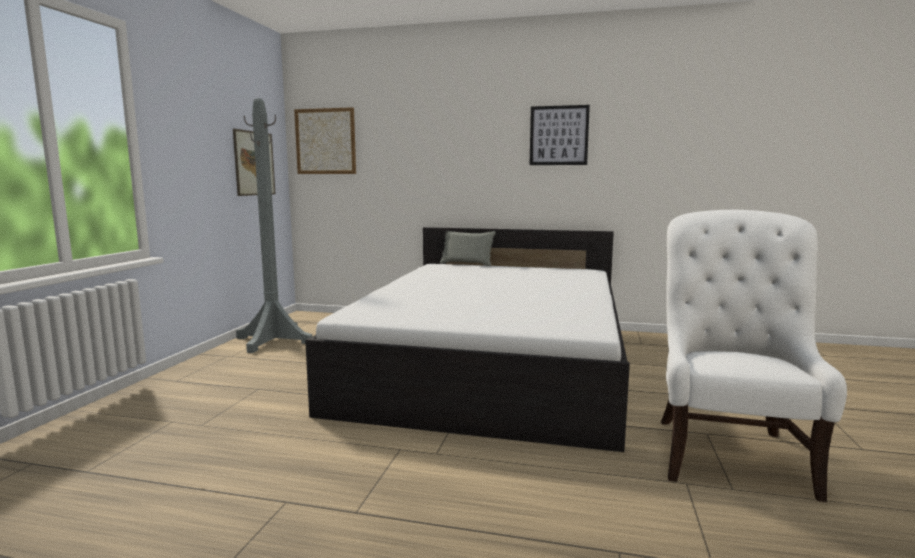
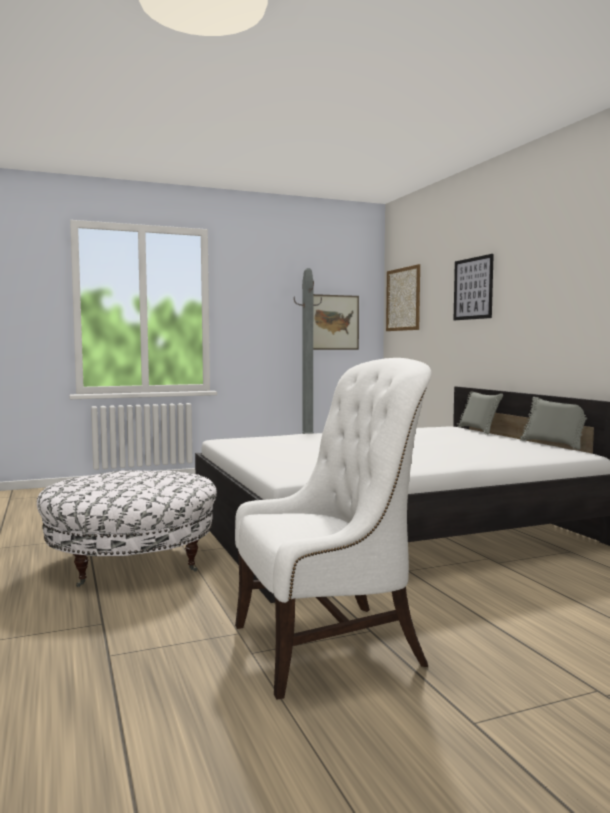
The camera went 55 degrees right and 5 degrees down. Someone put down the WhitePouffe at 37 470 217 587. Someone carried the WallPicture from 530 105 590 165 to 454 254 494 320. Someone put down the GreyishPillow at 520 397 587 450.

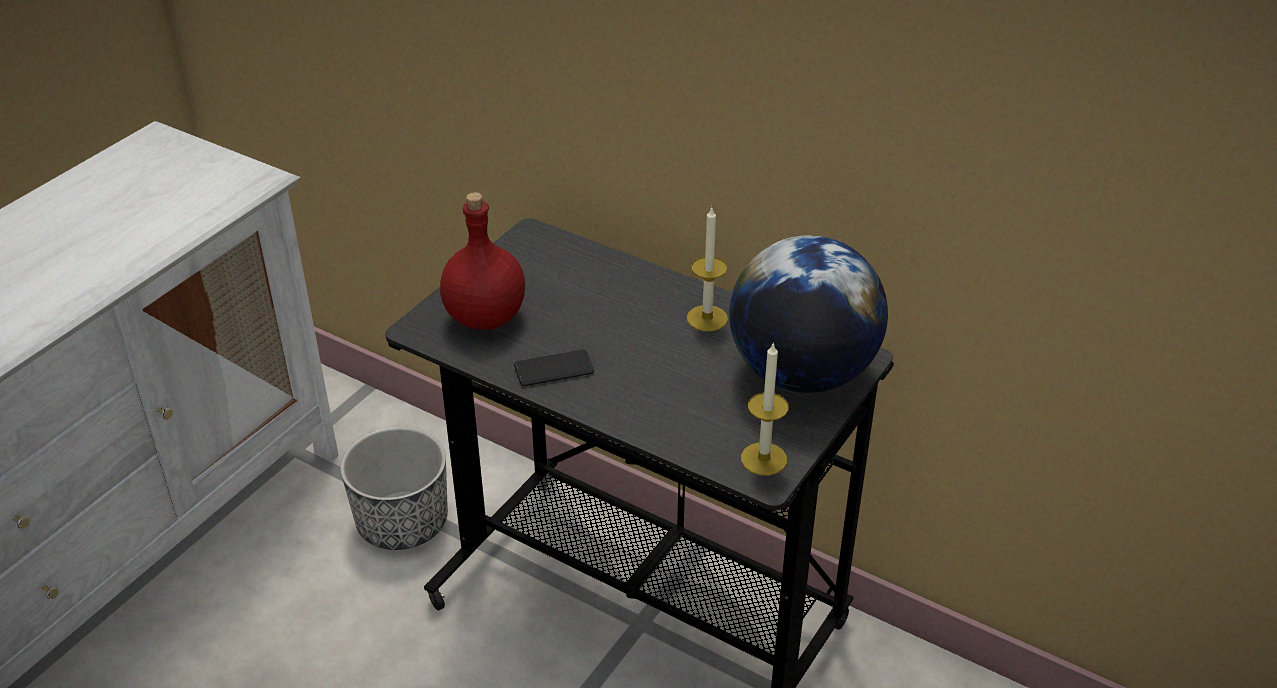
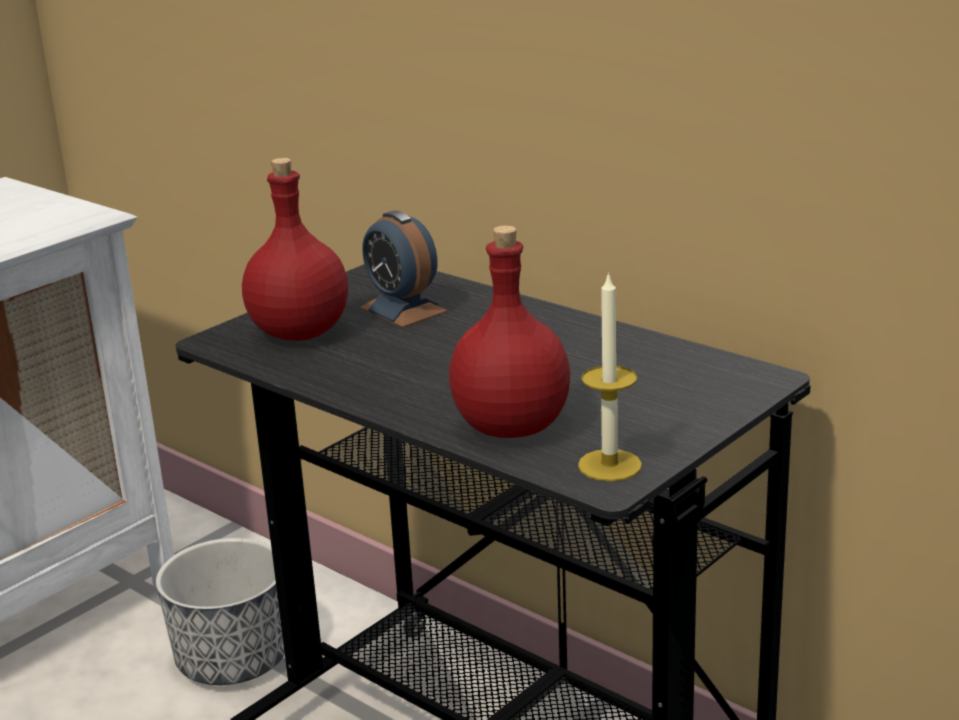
The camera went 10 degrees right and 15 degrees down. Someone put down the AlarmClock at 360 211 448 328. Someone put down the RedColouredBeverageBottle at 449 225 571 438. Someone took away the Telephone at 514 349 594 386. Someone took away the WaxLight at 687 206 728 331. Someone took away the Globe at 729 235 888 393.

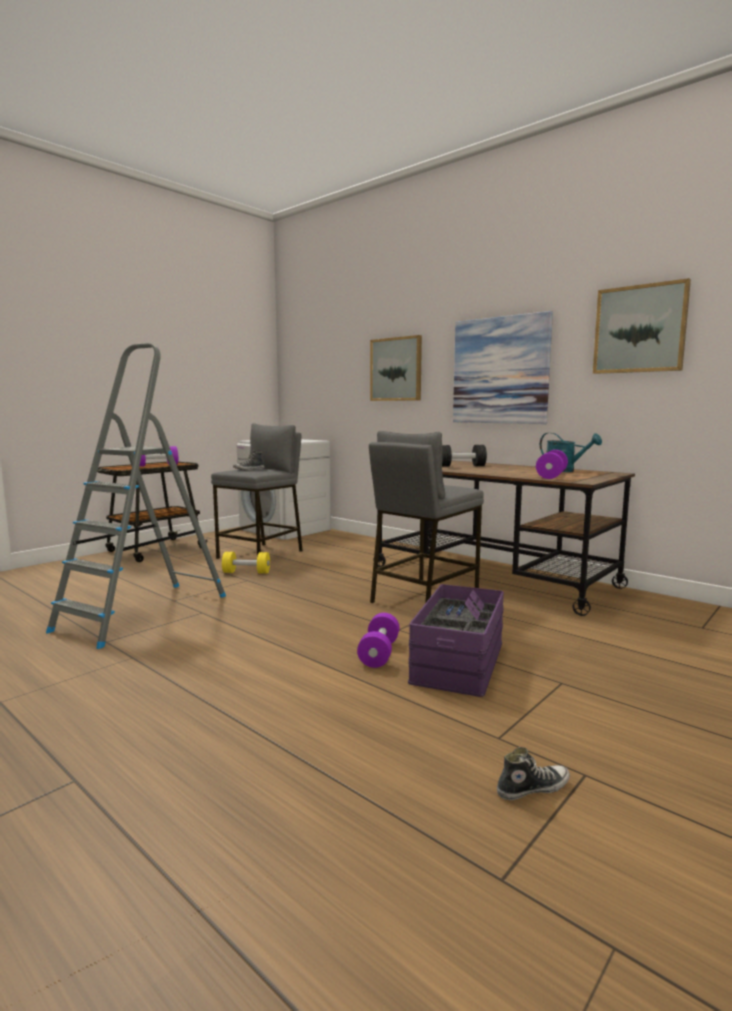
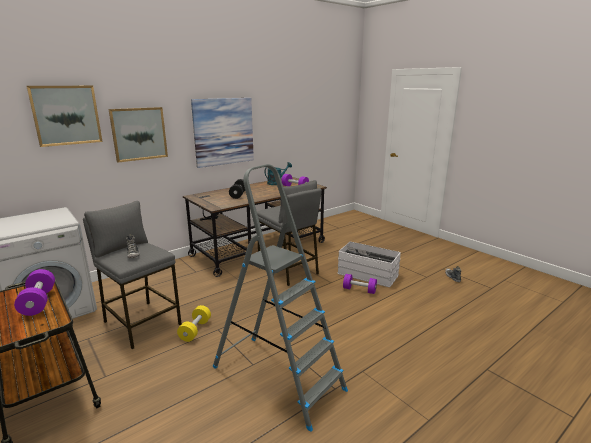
The camera went 80 degrees left and 10 degrees up. Someone carried the WallPicture from 593 278 691 374 to 26 86 103 147. Someone repainted the PurplishStorageContainer at 408 584 504 697, which became the WhiteStorageContainer at 337 242 401 287.

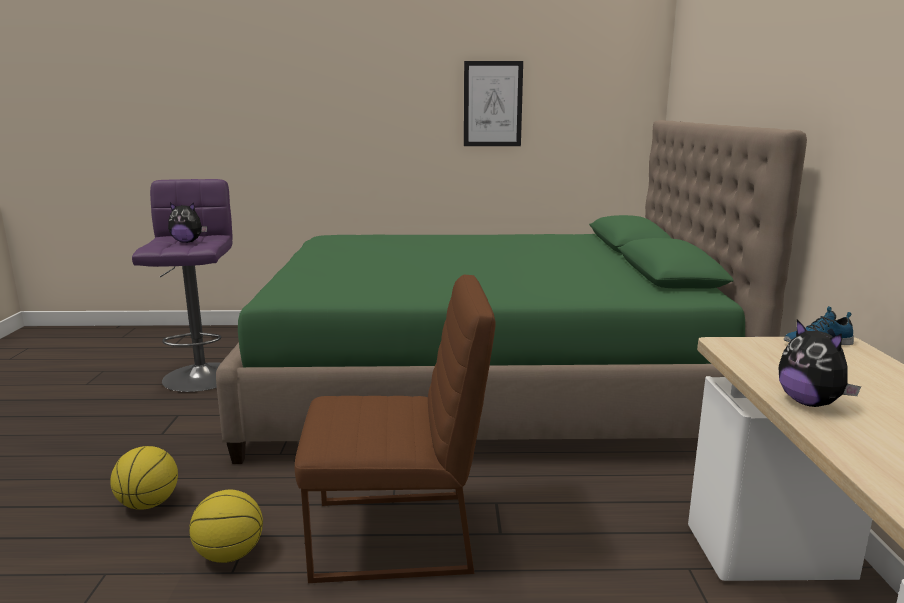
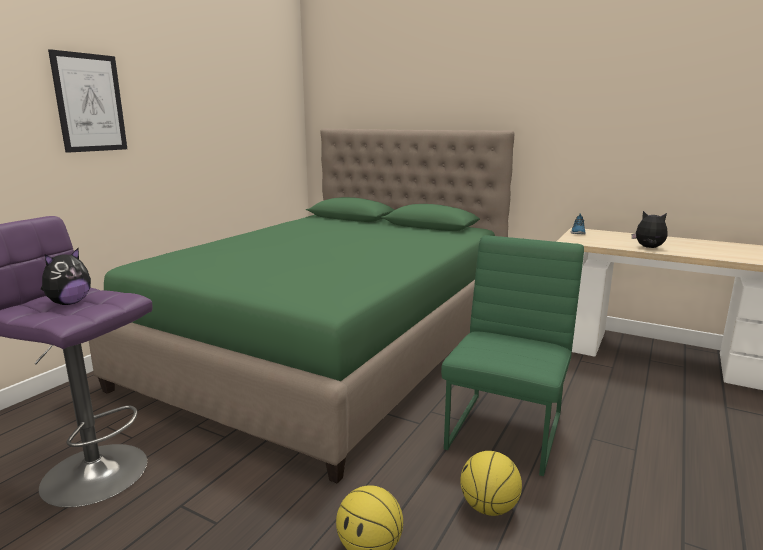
The camera went 60 degrees left and 0 degrees up. Someone carried the WallPicture from 464 61 523 146 to 48 49 127 153. Someone repainted the BrownUprightChair at 295 275 496 583, which became the GreenUprightChair at 441 236 584 476. Someone rotated the PlushToy at 779 319 861 407 by 150 degrees counterclockwise.

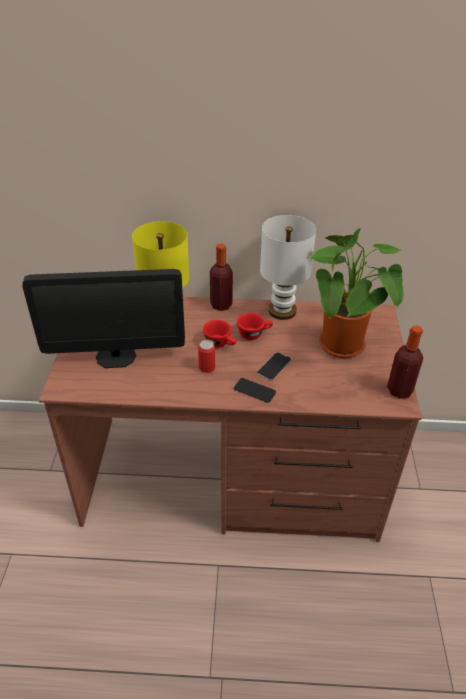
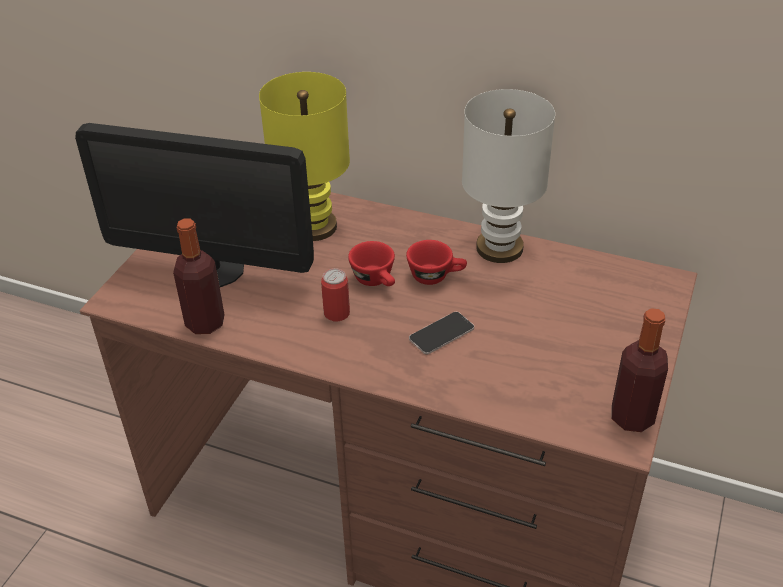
The camera went 20 degrees right and 0 degrees up. Someone carried the BeverageBottle from 210 244 233 311 to 173 218 224 334. Someone took away the Telephone at 234 378 276 403. Someone took away the PlantInAPot at 307 228 404 358.

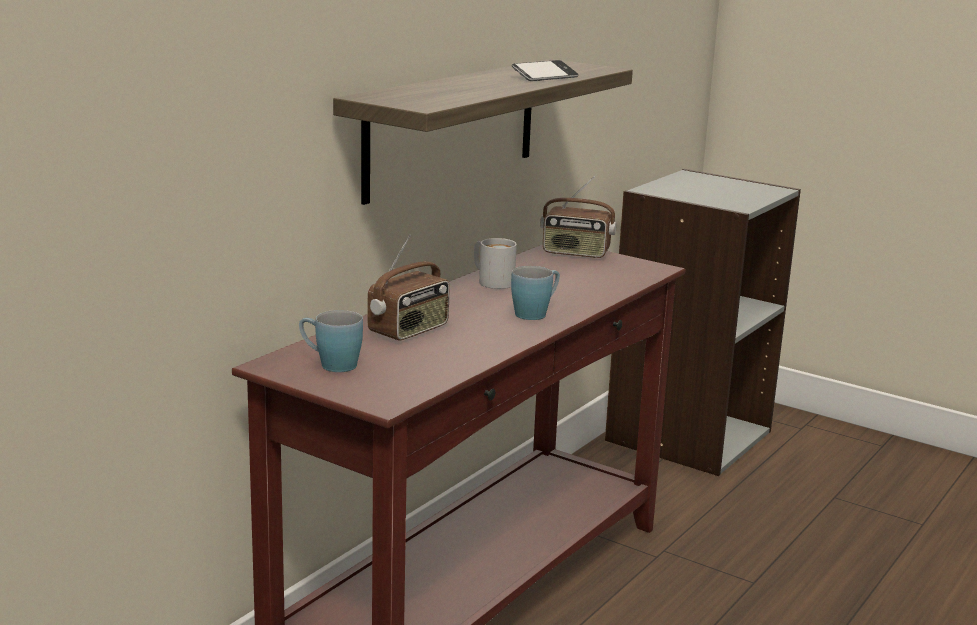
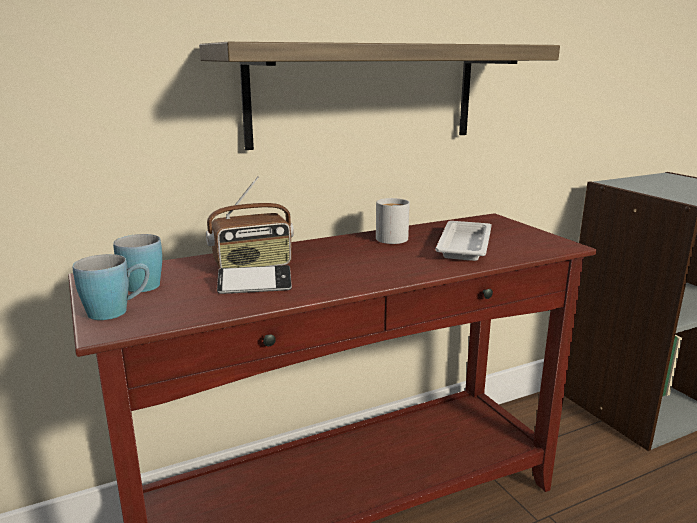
The camera went 30 degrees right and 0 degrees up. Someone carried the BluishCoffeeMug from 511 266 560 320 to 73 254 149 320. Someone carried the Telephone from 512 60 578 81 to 217 265 292 294. Someone put down the WhiteTray at 435 221 492 261. Someone took away the RadioReceiver at 540 176 616 258.

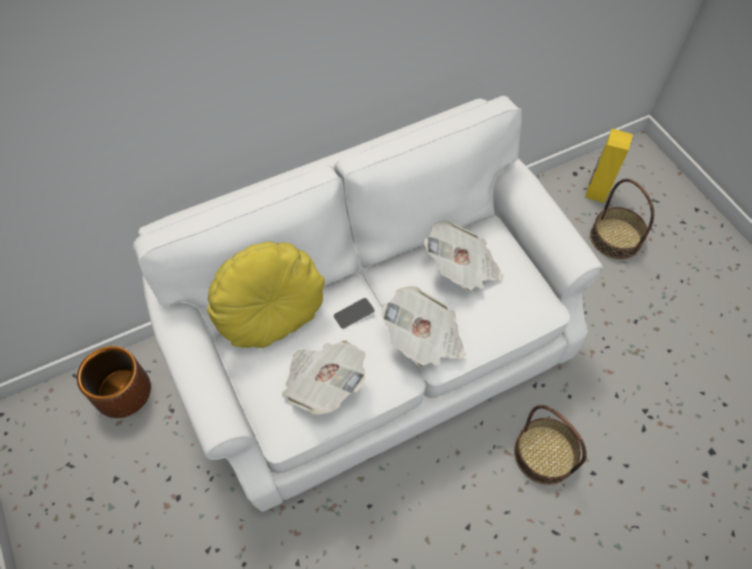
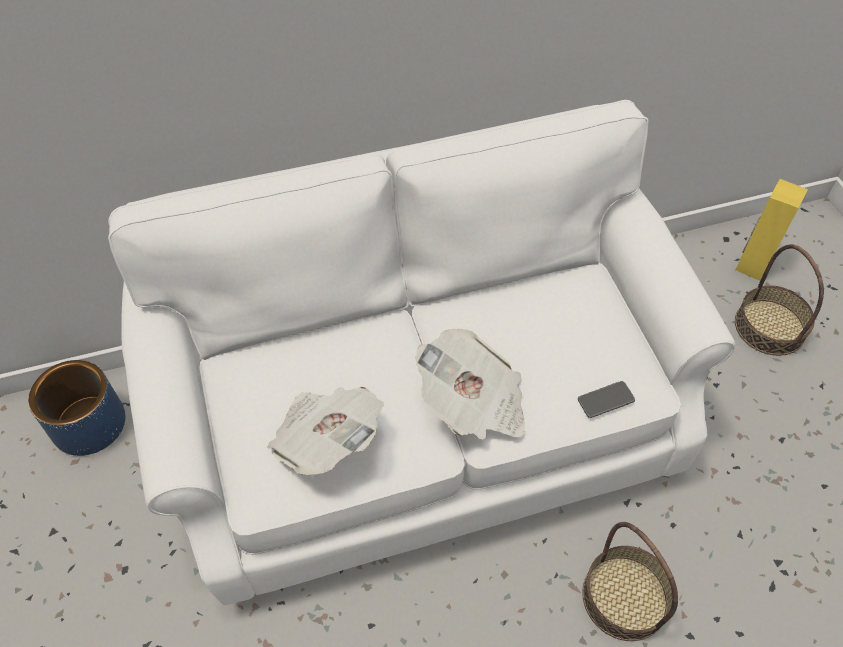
The camera went 10 degrees right and 5 degrees down. Someone repainted the BrownFlowerPot at 77 346 151 418, which became the BluishFlowerPot at 28 360 125 456. Someone carried the Telephone from 334 298 374 329 to 578 381 635 418. Someone took away the YellowPillow at 207 242 325 348. Someone took away the PrintedPaper at 424 221 503 291.

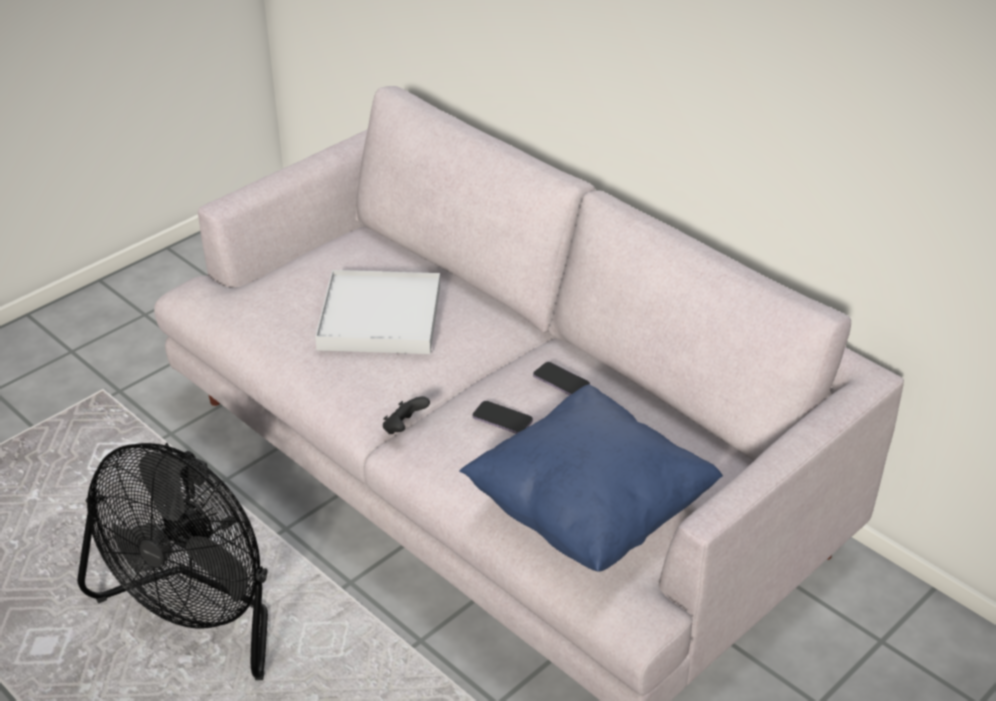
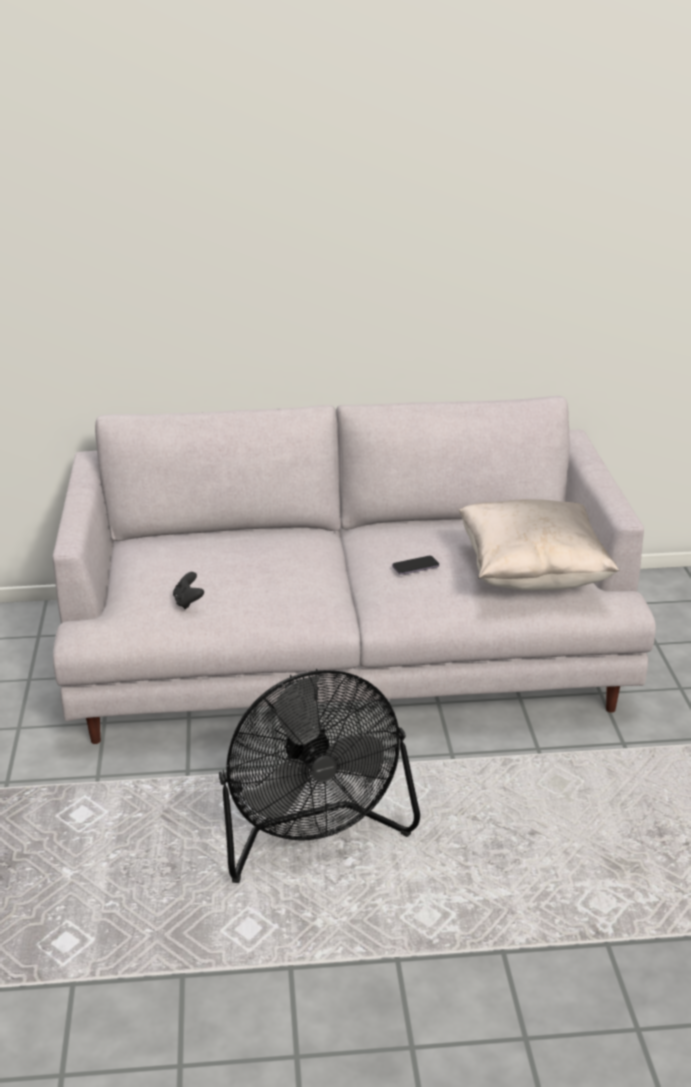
The camera went 50 degrees left and 10 degrees down. Someone carried the BlackishJoypad from 383 396 430 434 to 173 572 204 609. Someone repainted the BluishPillow at 459 384 723 572, which became the SandColouredPillow at 459 499 620 590. Someone took away the WhiteTray at 315 270 440 354. Someone took away the Telephone at 533 362 590 395.

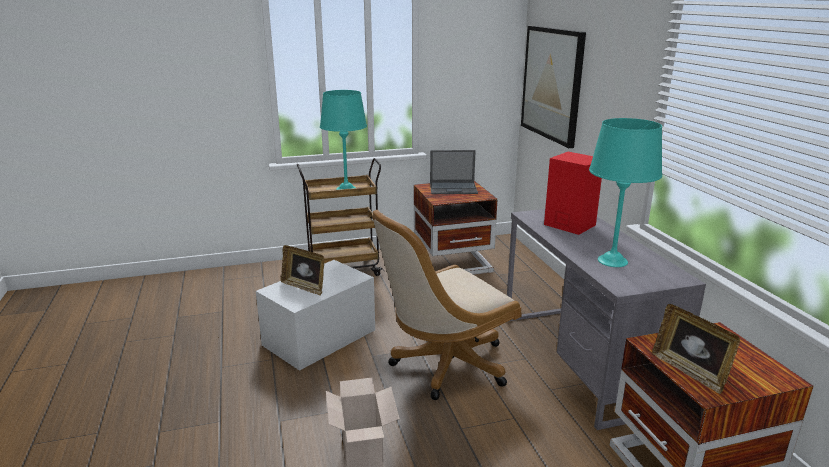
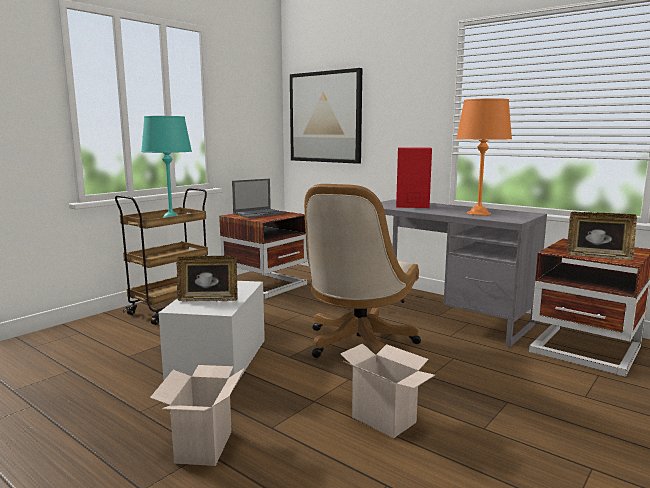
The camera went 35 degrees left and 10 degrees down. Someone put down the Carton at 150 365 244 466. Someone repainted the TurquoiseColouredTabletopLamp at 589 118 662 267, which became the OrangeTabletopLamp at 456 98 512 215.

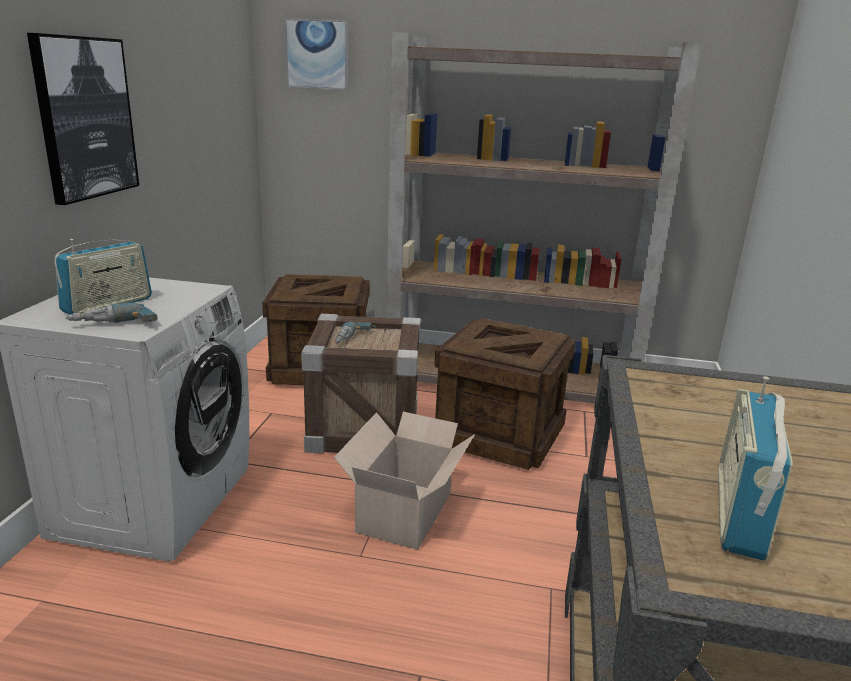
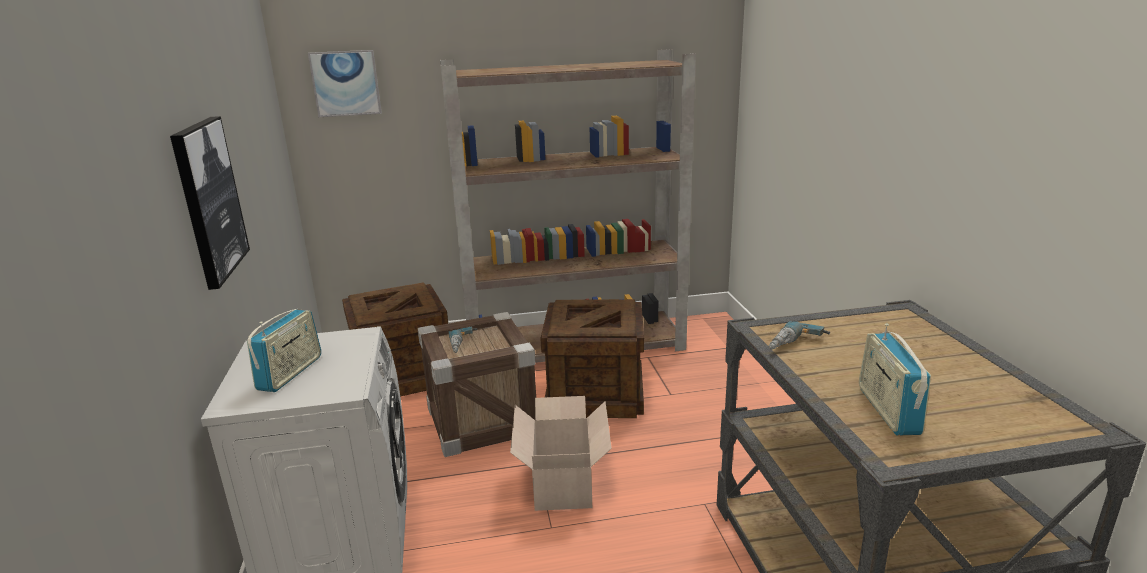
The camera went 20 degrees left and 0 degrees up. Someone carried the PowerDrill from 66 302 158 323 to 769 321 830 350.

